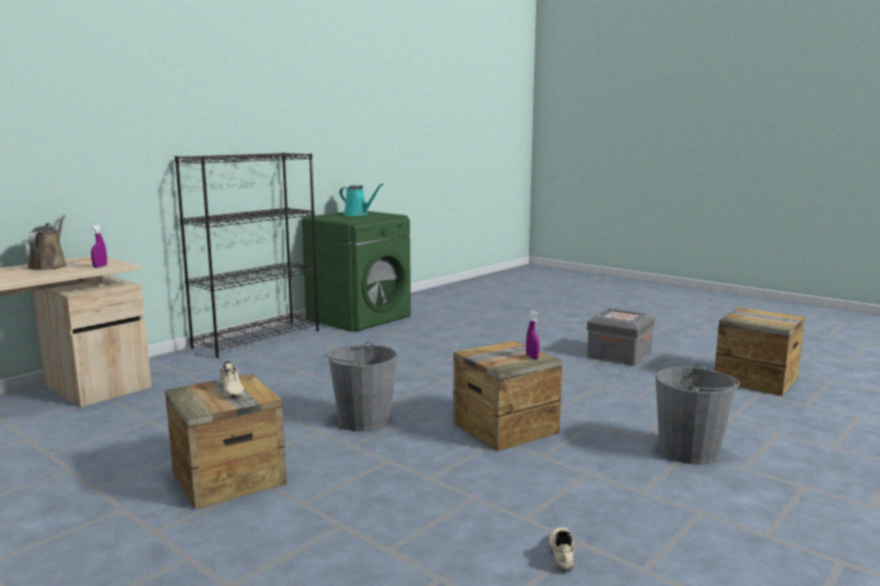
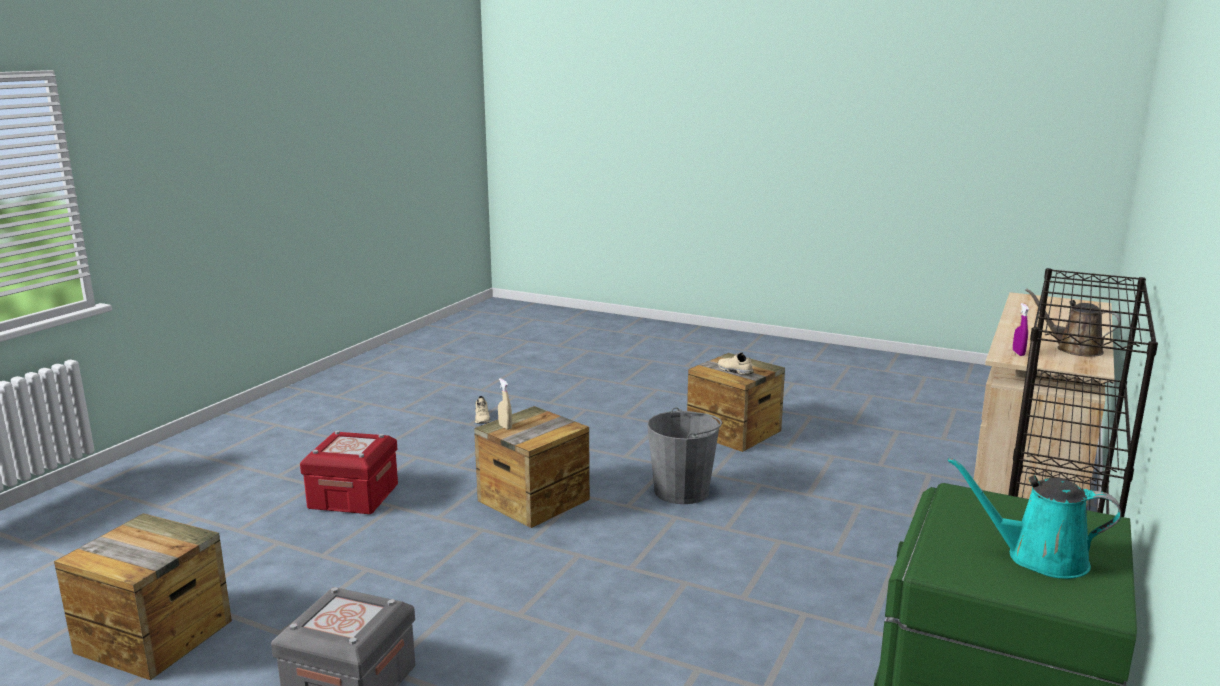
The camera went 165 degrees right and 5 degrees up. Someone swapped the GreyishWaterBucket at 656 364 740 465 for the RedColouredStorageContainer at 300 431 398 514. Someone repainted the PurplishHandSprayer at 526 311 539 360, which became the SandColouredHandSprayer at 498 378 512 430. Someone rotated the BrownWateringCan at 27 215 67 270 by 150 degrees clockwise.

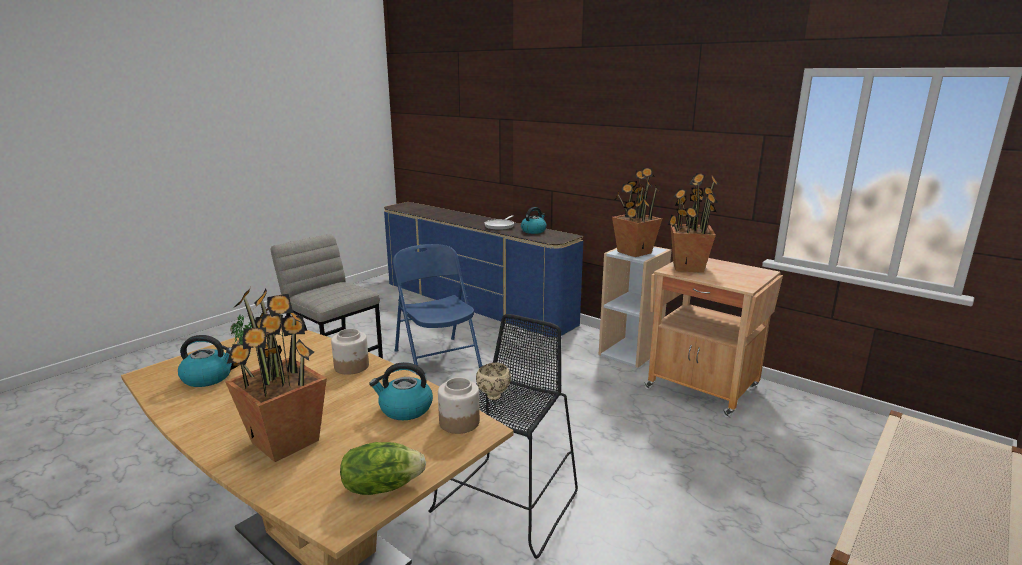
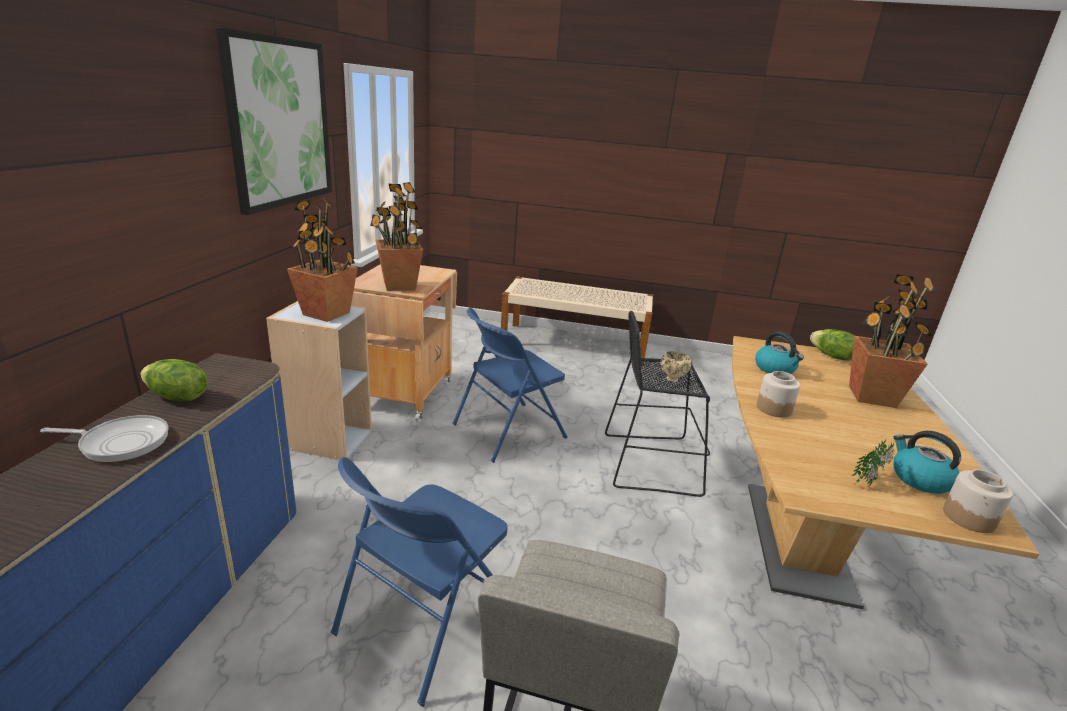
The camera went 120 degrees left and 5 degrees up. Someone swapped the TeaKettle at 521 207 547 234 for the LettuceHead at 141 359 208 401. Someone put up the WallPicture at 216 27 332 215. Someone put down the BluishUprightChair at 453 307 568 463. Someone carried the StorageJar from 438 377 480 434 to 943 469 1013 533.

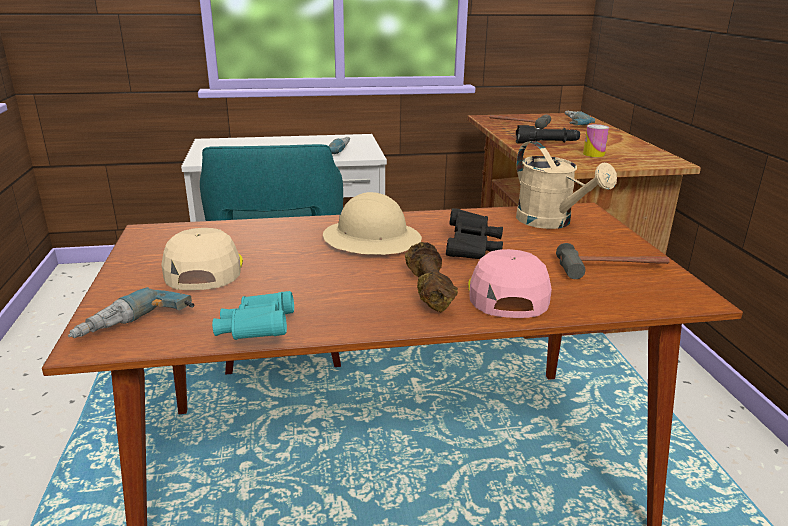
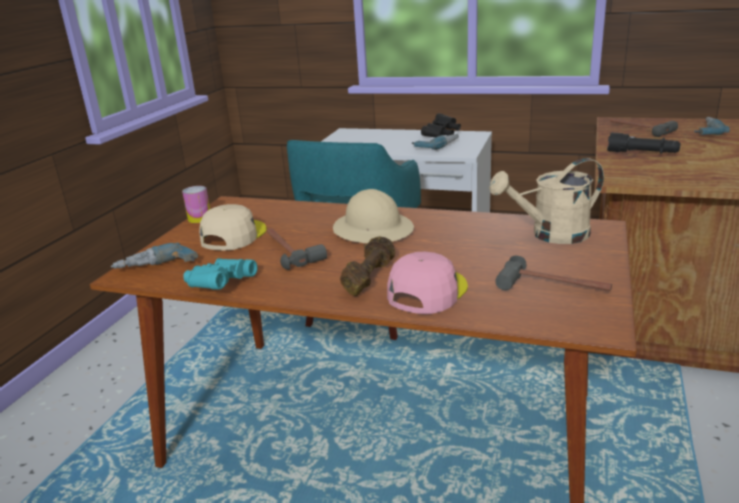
The camera went 30 degrees right and 0 degrees up. Someone carried the SealedCan from 583 124 609 157 to 182 186 210 223. Someone put down the Hammer at 267 228 327 270. Someone carried the BlackishPairOfBinoculars from 446 208 503 259 to 421 113 461 138. Someone rotated the SandColouredWateringCan at 516 141 617 229 by 75 degrees clockwise.

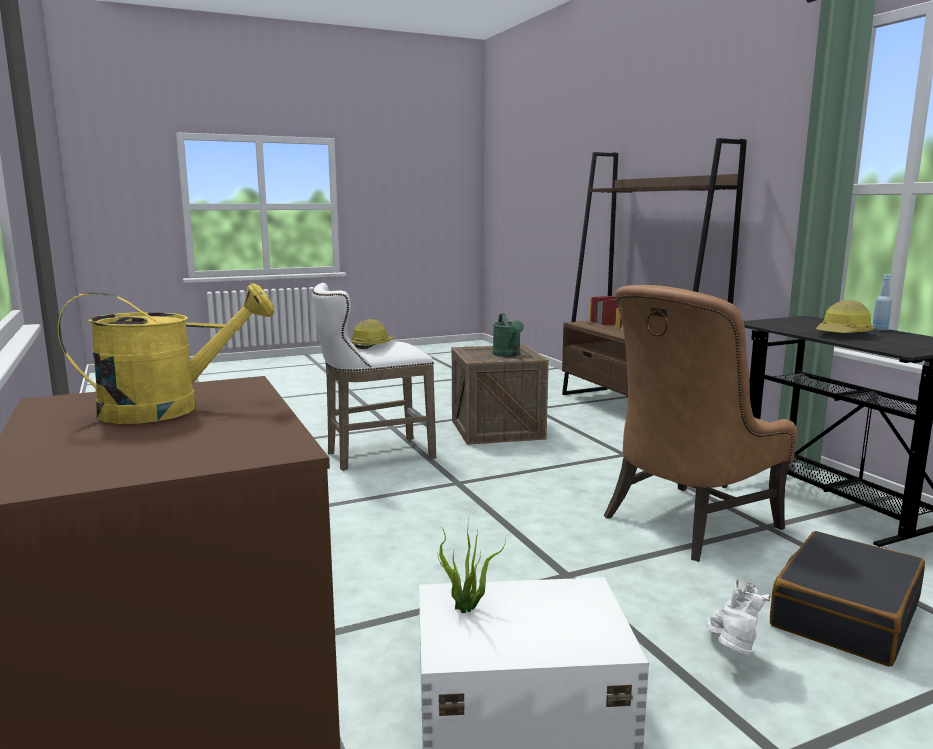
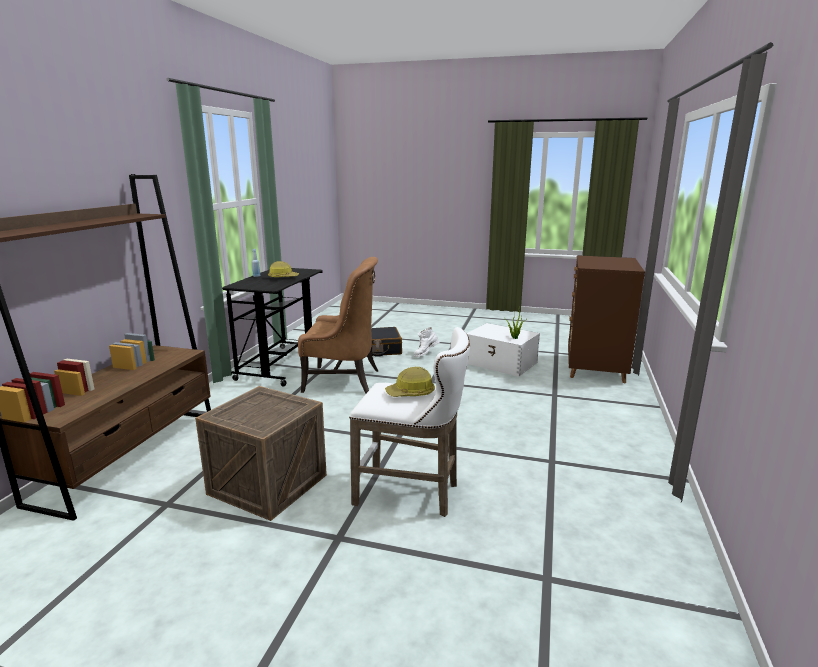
The camera went 140 degrees left and 5 degrees up. Someone took away the YellowWateringCan at 58 283 274 424. Someone took away the GreenWateringCan at 493 314 524 357.

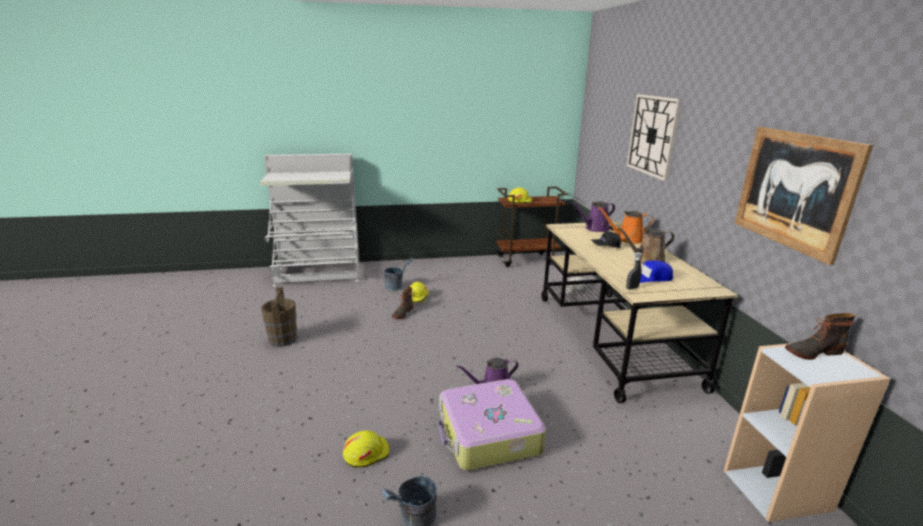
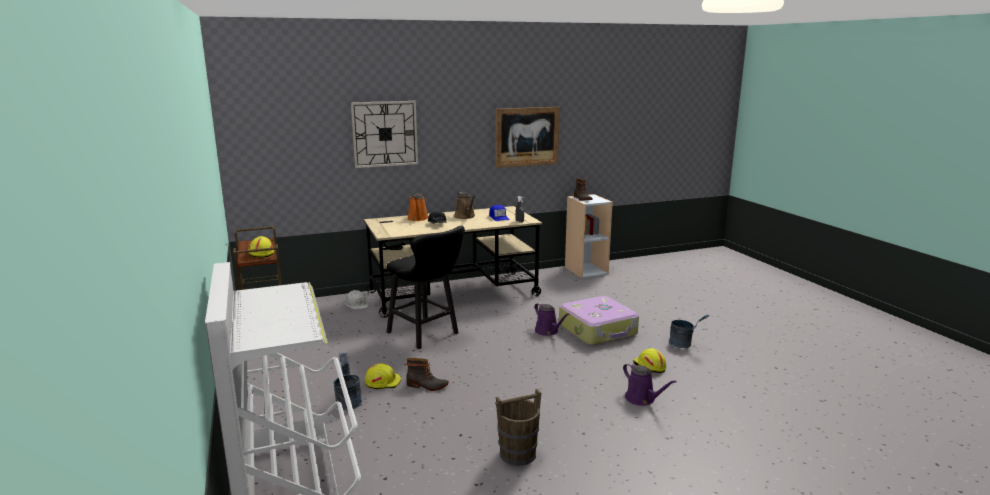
The camera went 100 degrees left and 5 degrees down. Someone put down the BlackishStool at 386 226 465 349. Someone carried the PurplishWateringCan from 572 201 615 232 to 623 362 677 406.

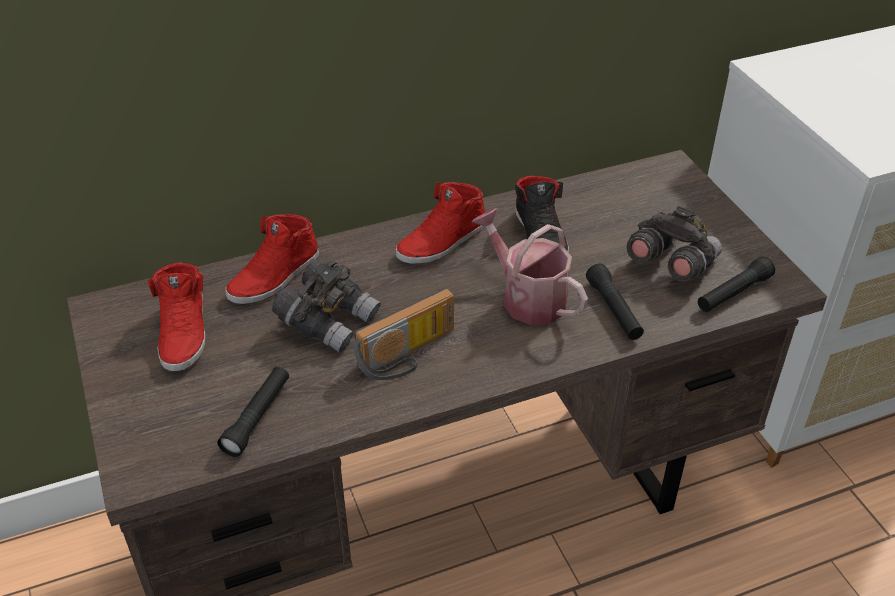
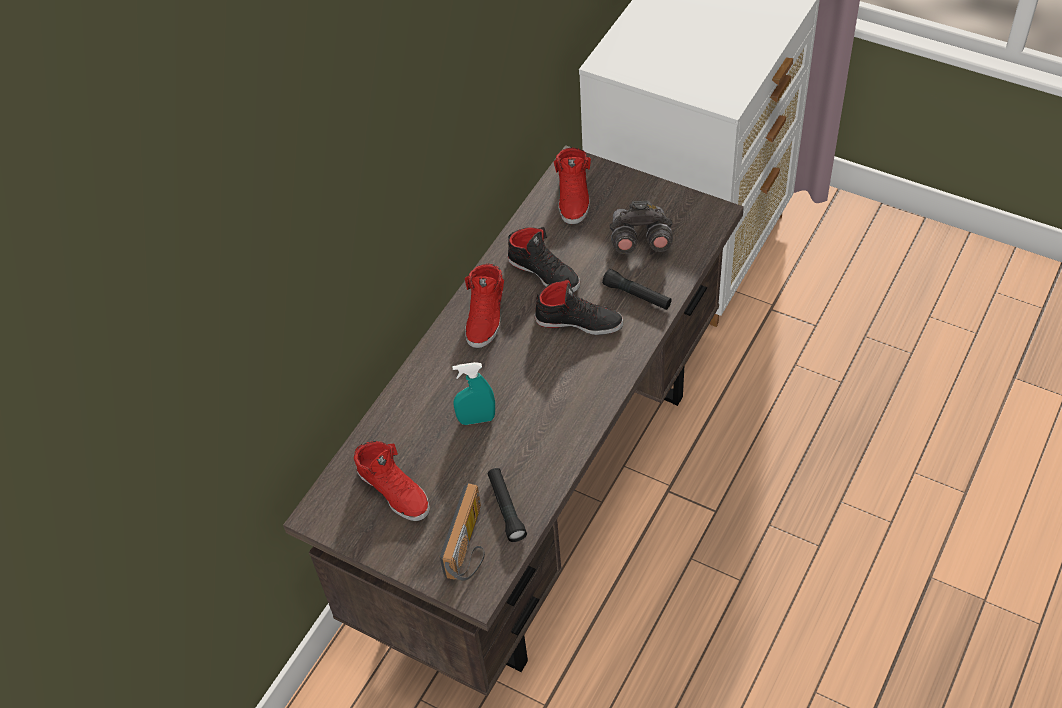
The camera went 35 degrees left and 10 degrees up. Someone carried the RadioReceiver from 353 288 454 380 to 440 483 485 581. Someone swapped the GreyishPairOfBinoculars at 272 259 381 352 for the TurquoiseColouredHandSprayer at 452 362 495 425. Someone swapped the WateringCan at 472 209 588 325 for the BlackishItemOfFootwear at 534 277 624 335. Someone carried the RedColouredItemOfFootwear from 226 214 319 304 to 554 147 591 224. Someone took away the BlackishFlashlight at 698 256 775 312.

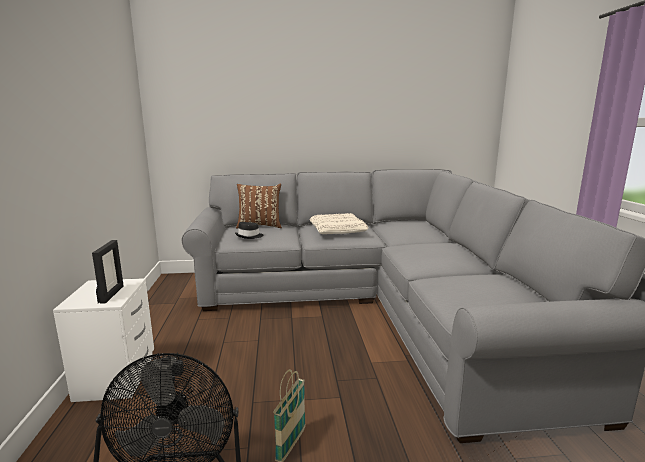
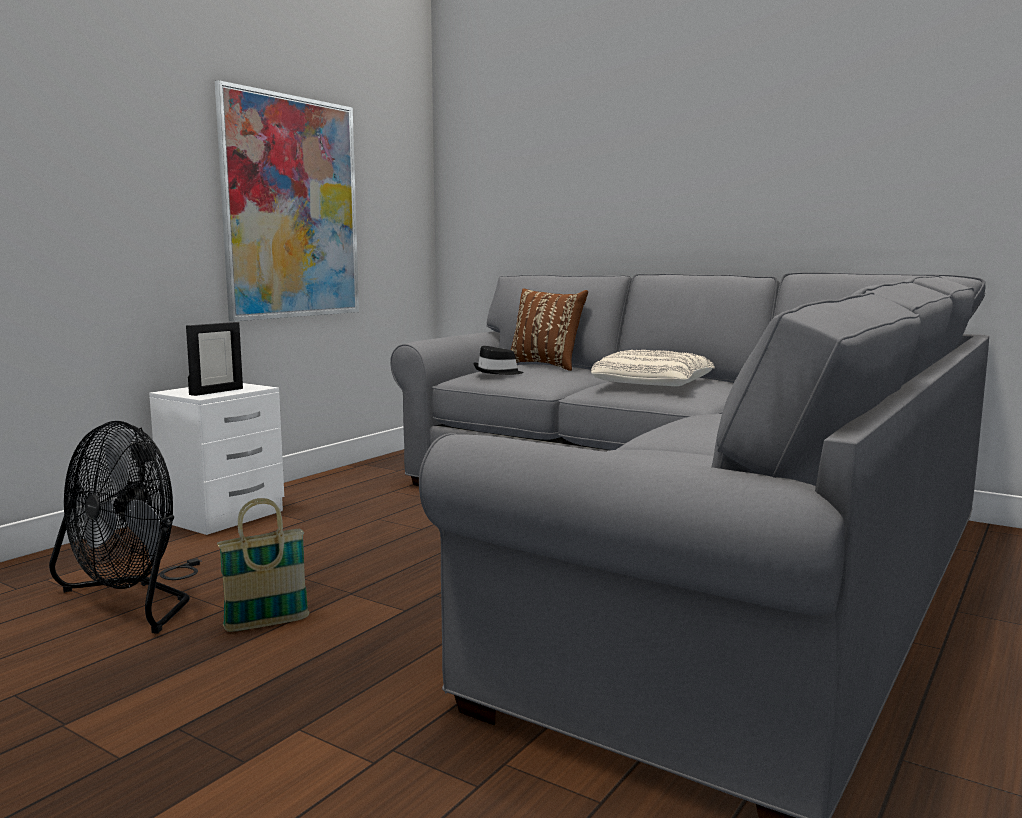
The camera went 40 degrees right and 5 degrees down. Someone put up the WallPicture at 215 80 359 322.

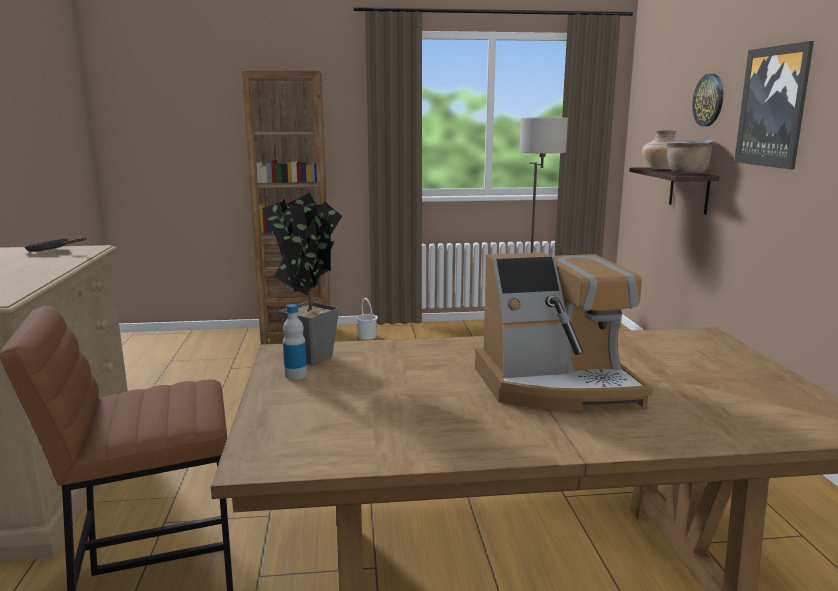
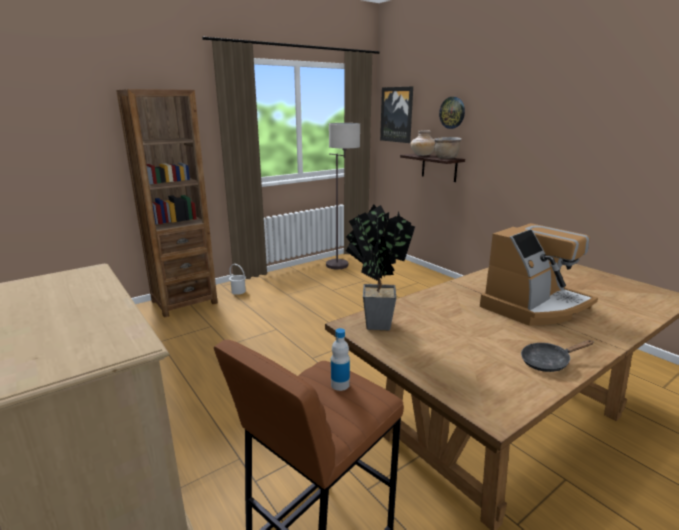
The camera went 30 degrees left and 5 degrees up. Someone carried the BeverageBottle from 283 304 307 380 to 331 328 350 391. Someone carried the WallPicture from 734 41 814 170 to 380 86 413 143. Someone carried the BlackishPan from 24 237 87 252 to 521 340 594 372.

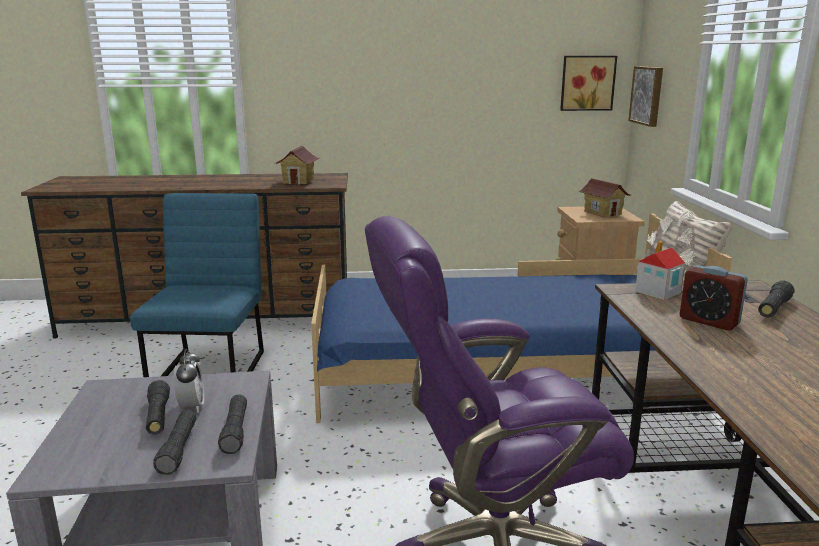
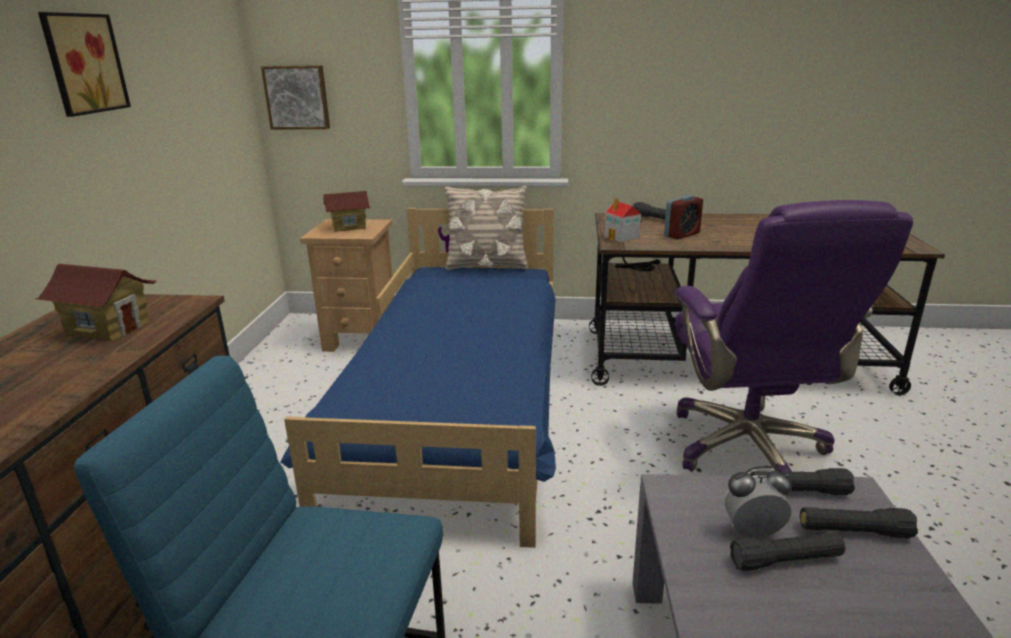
The camera went 80 degrees left and 5 degrees up. Someone carried the WallPicture from 560 56 617 111 to 38 12 131 117.

